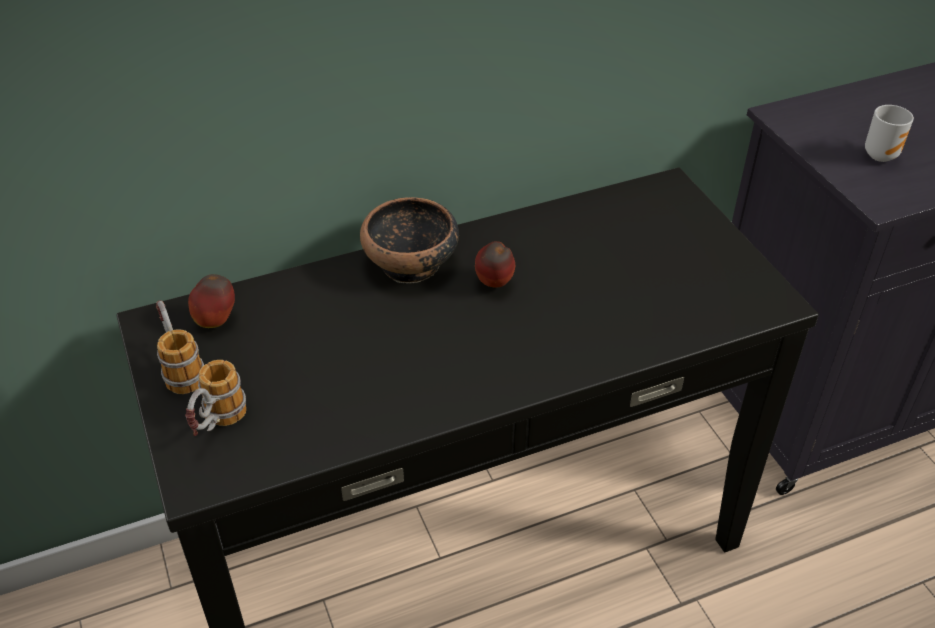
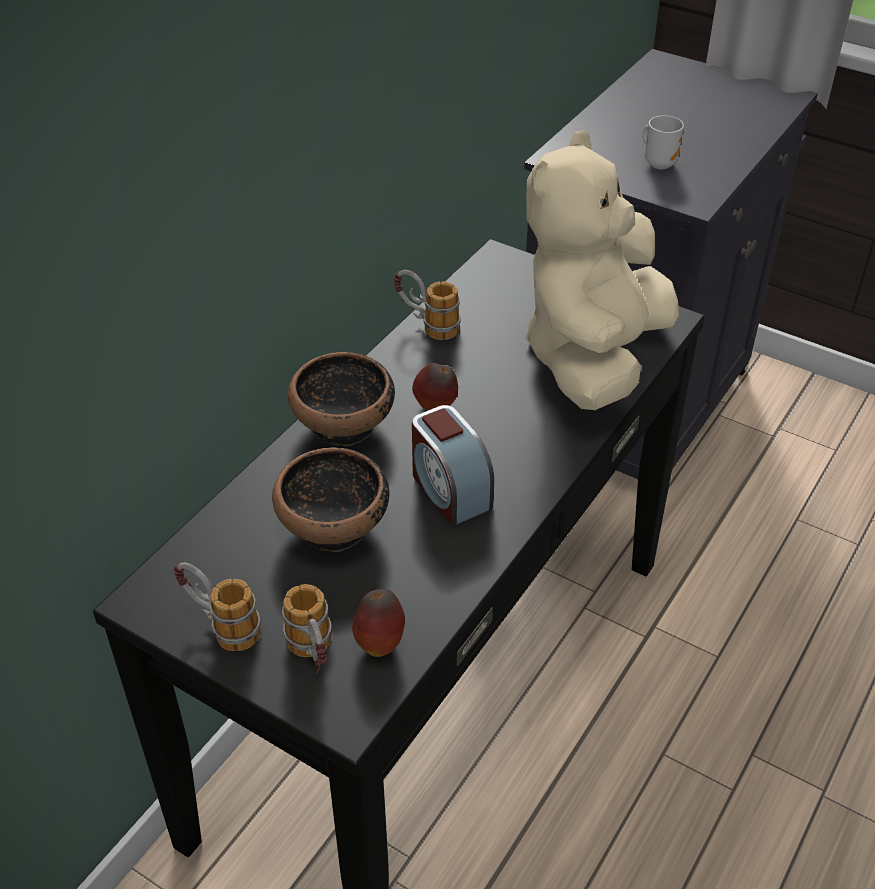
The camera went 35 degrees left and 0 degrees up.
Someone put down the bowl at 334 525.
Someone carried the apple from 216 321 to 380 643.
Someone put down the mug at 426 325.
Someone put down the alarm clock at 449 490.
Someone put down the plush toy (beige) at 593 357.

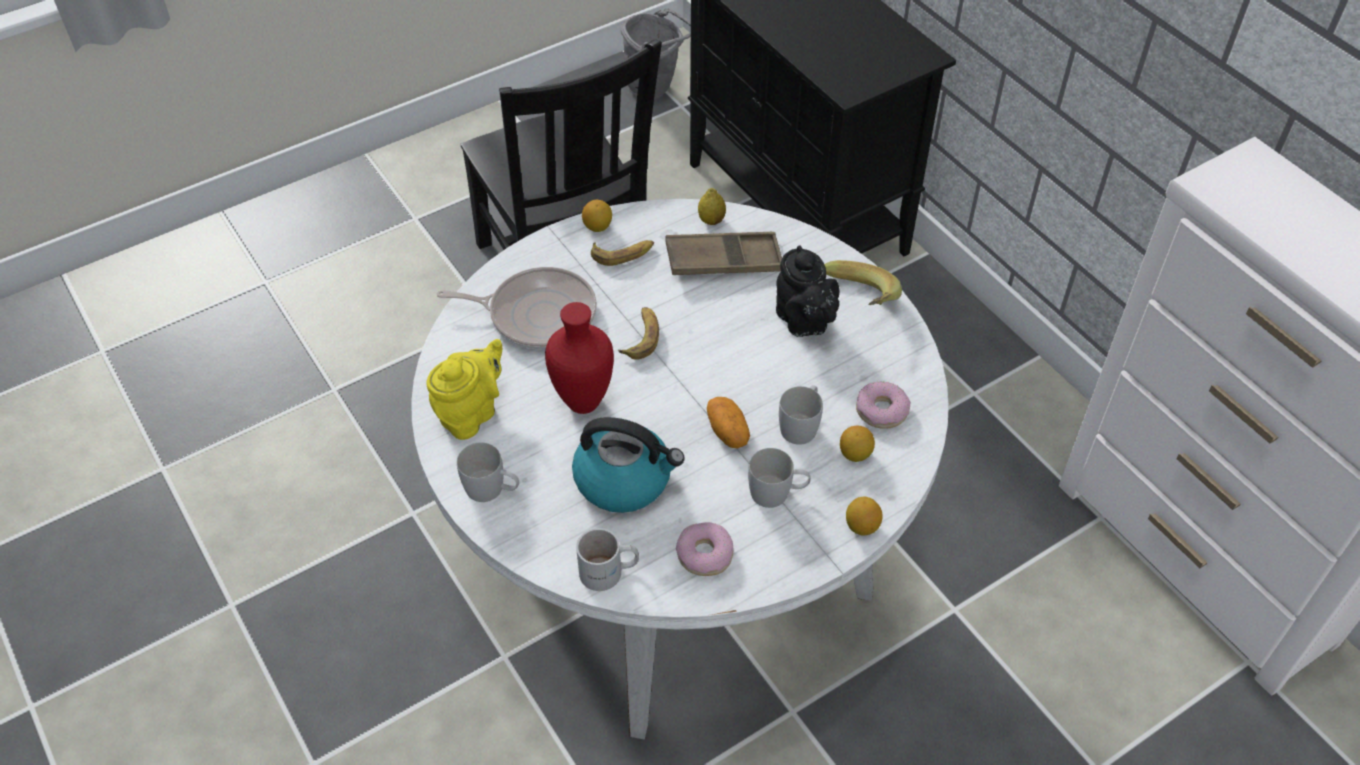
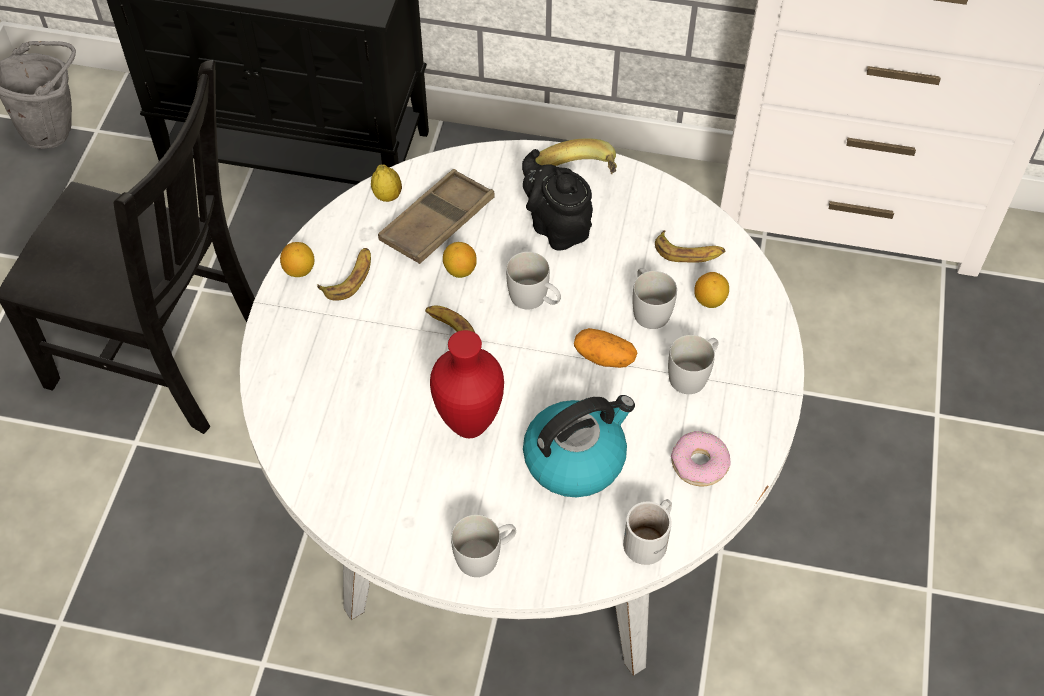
The camera went 45 degrees left and 5 degrees up.
Someone carried the lemon from 861 526 to 460 270.
Someone put down the mug (white) at 534 299.
Someone rotated the teapot (black) at 804 322 by 150 degrees counterclockwise.
Someone swapped the donut at 882 410 for the banana at 689 252.
Someone took away the teapot (yellow) at 471 413.
Someone took away the frying pan at 537 314.

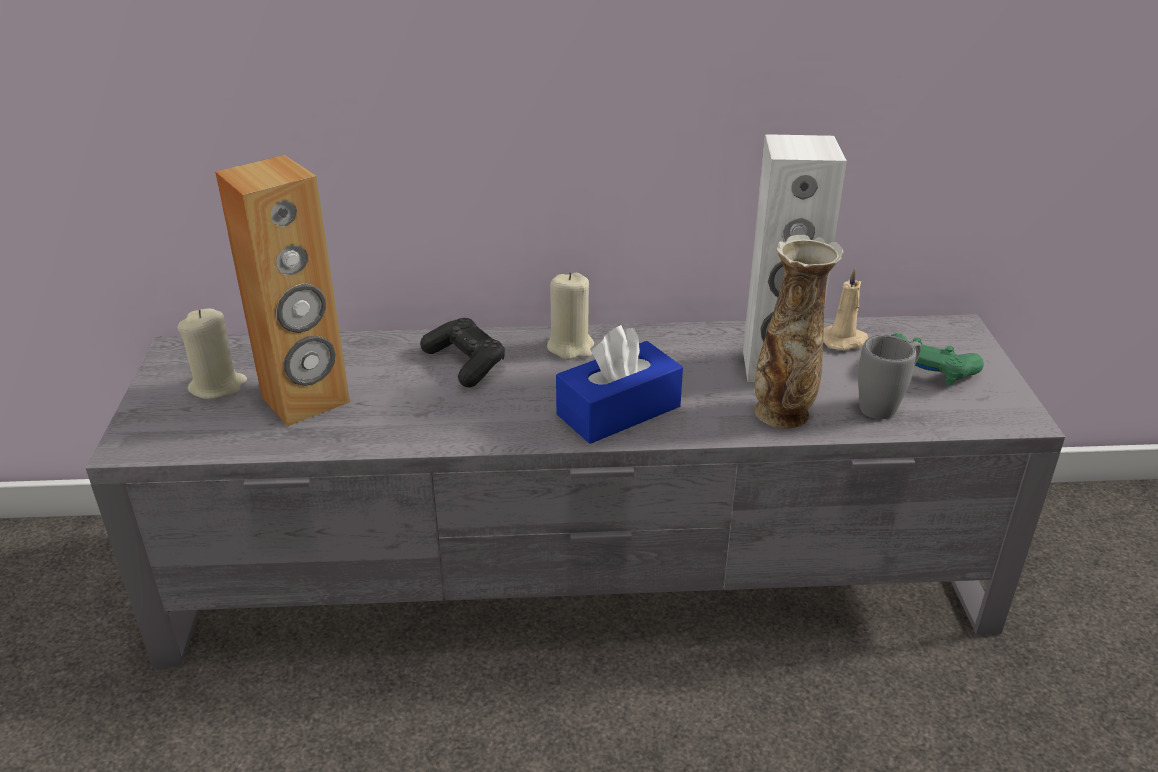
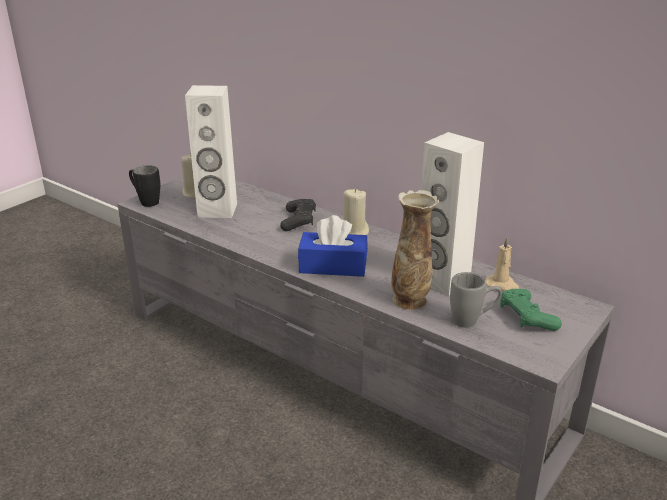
The camera went 40 degrees right and 5 degrees down.
Someone put down the mug (black) at 145 201.
Someone repainted the speaker (brown) at 306 400, which became the speaker (white) at 217 211.

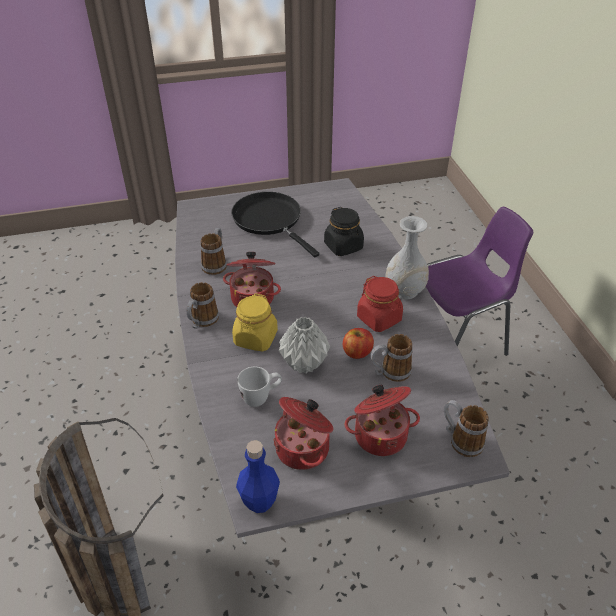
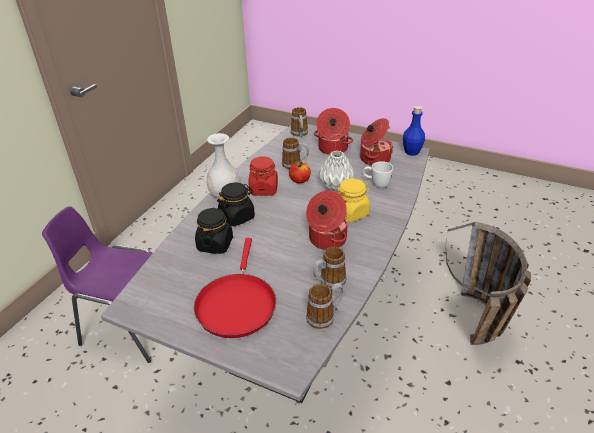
The camera went 140 degrees left and 5 degrees down.
Someone repainted the frying pan (black) at 270 220, which became the frying pan (red) at 236 304.
Someone put down the jar (black) at 237 217.
Someone carried the mug from 202 322 to 325 316.

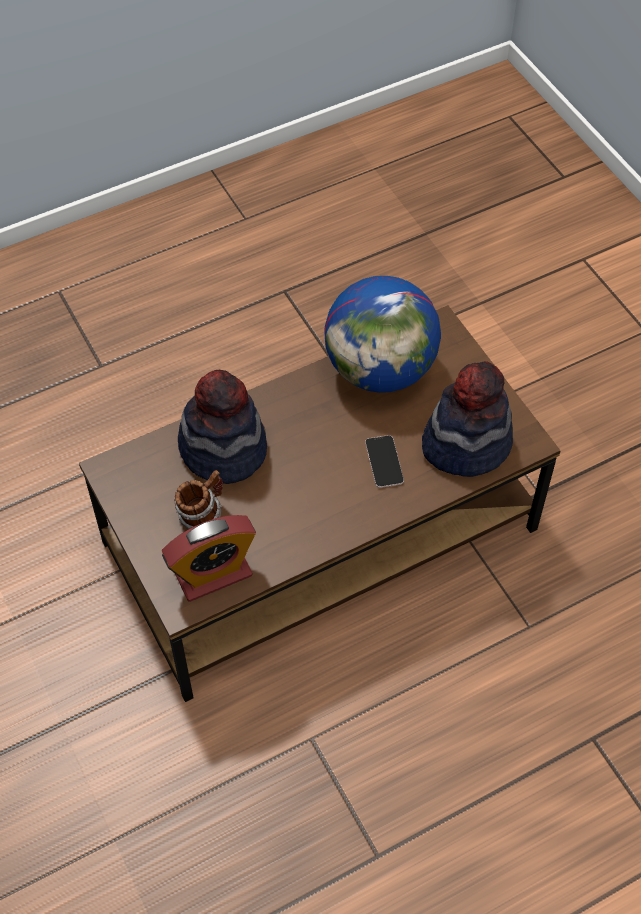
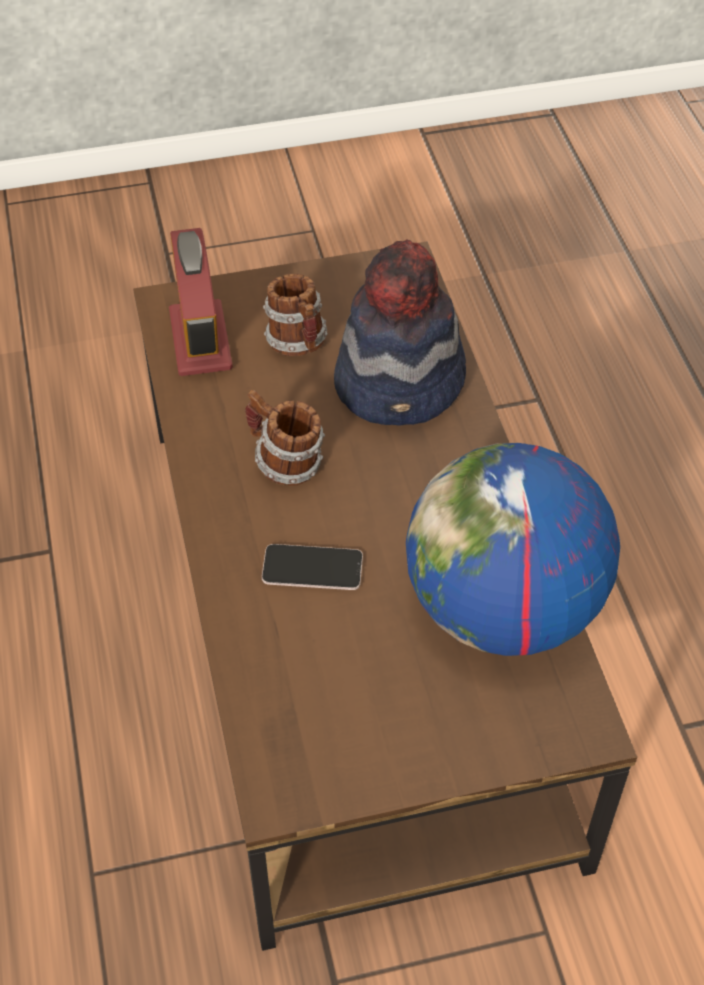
The camera went 105 degrees right and 5 degrees down.
Someone put down the mug at 285 464.
Someone took away the hat at 466 443.

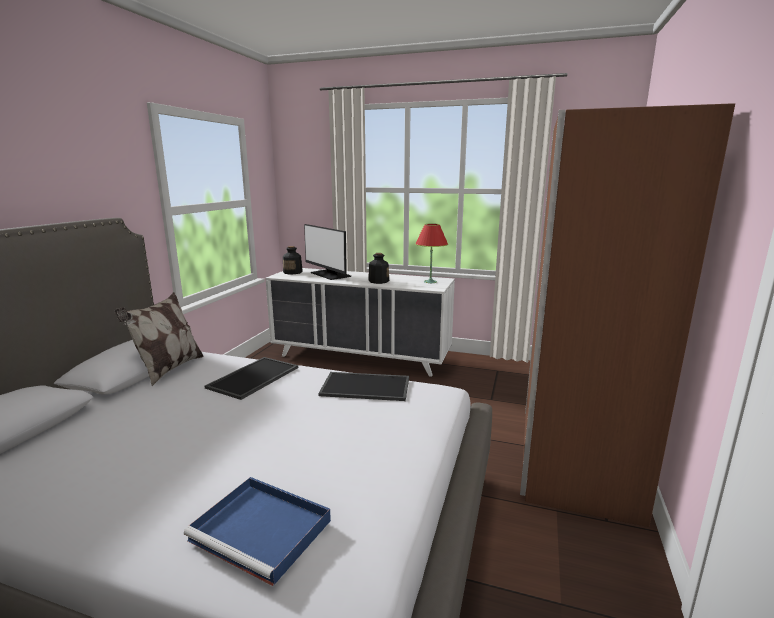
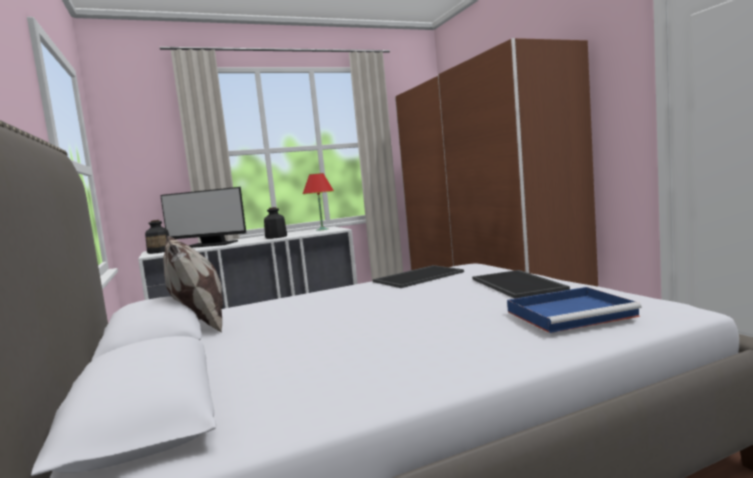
The camera went 40 degrees left and 10 degrees down.
Someone carried the tray from 254 378 to 519 284.

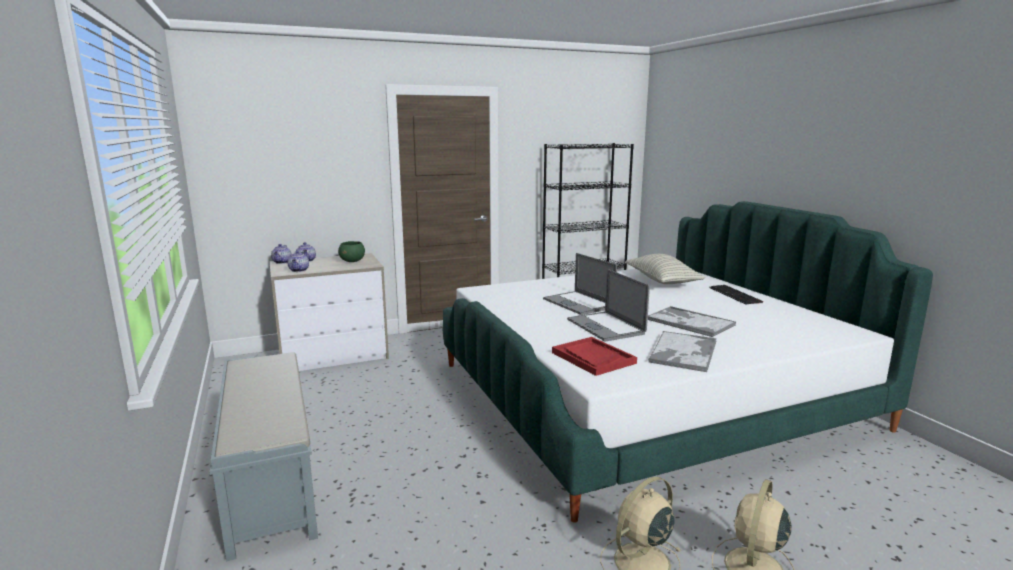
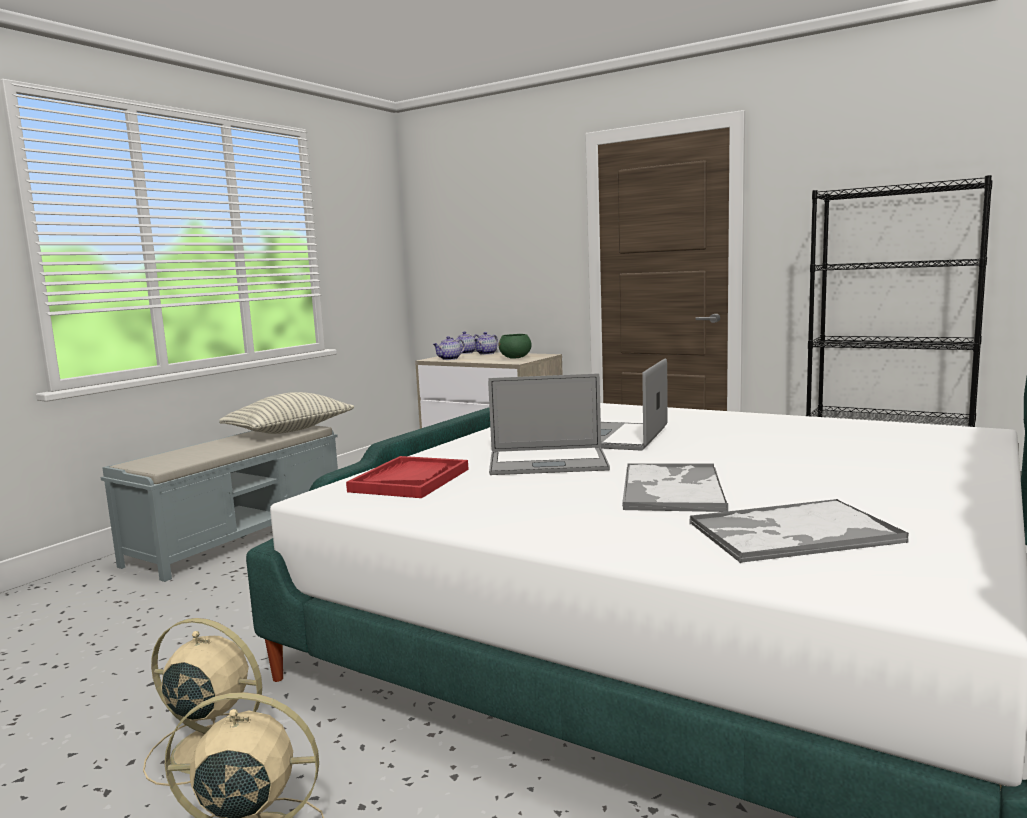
The camera went 55 degrees right and 5 degrees down.
Someone carried the pillow from 662 281 to 290 430.
Someone rotated the laptop at 605 326 by 120 degrees counterclockwise.
Someone carried the tray from 683 352 to 791 533.
Someone took away the keyboard at 736 295.

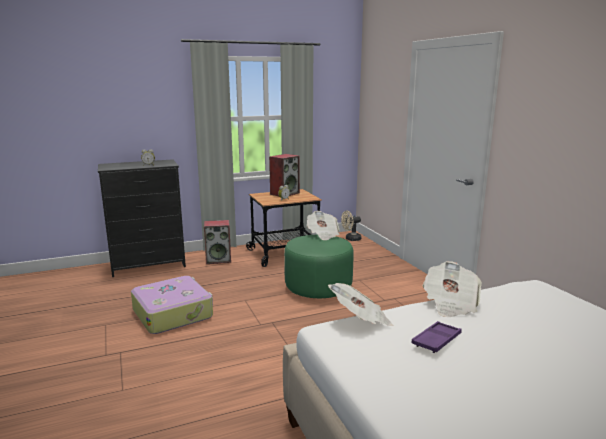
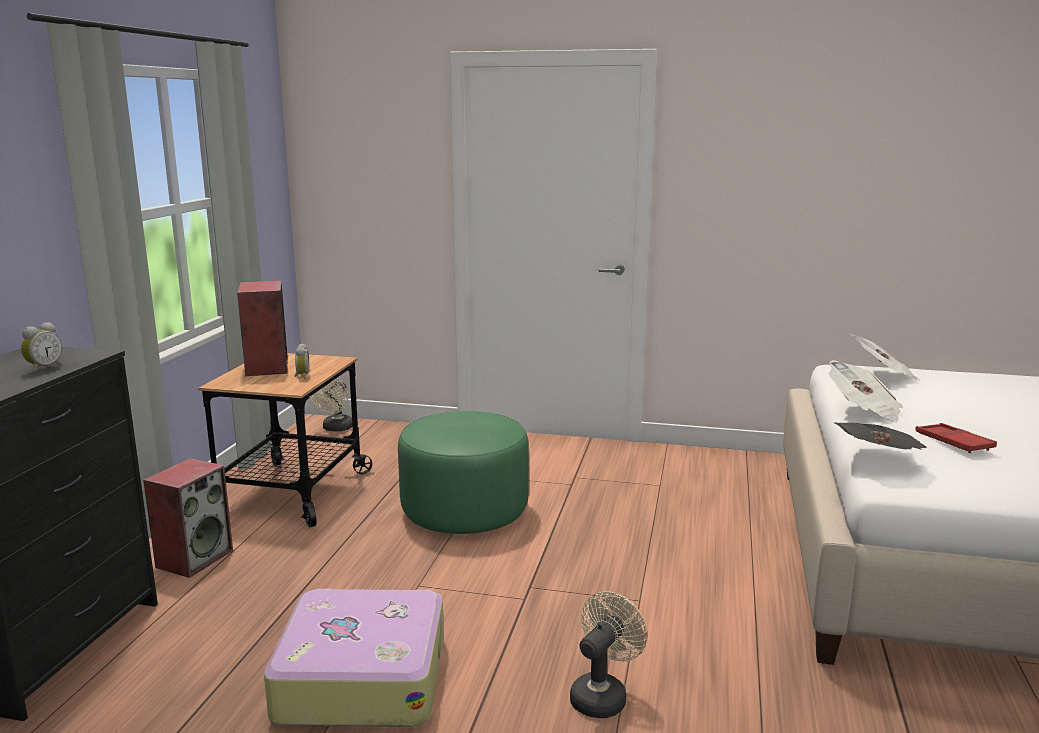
The camera went 55 degrees left and 0 degrees up.
Someone put down the fan (beige) at 602 695.
Someone carried the newspaper from 323 234 to 883 375.
Someone repainted the tray (purple) at 436 340, which became the tray (red) at 953 443.

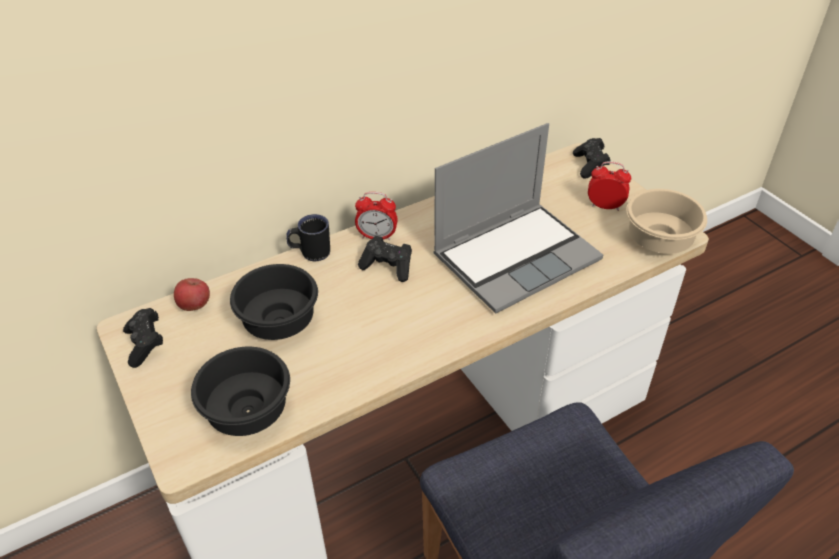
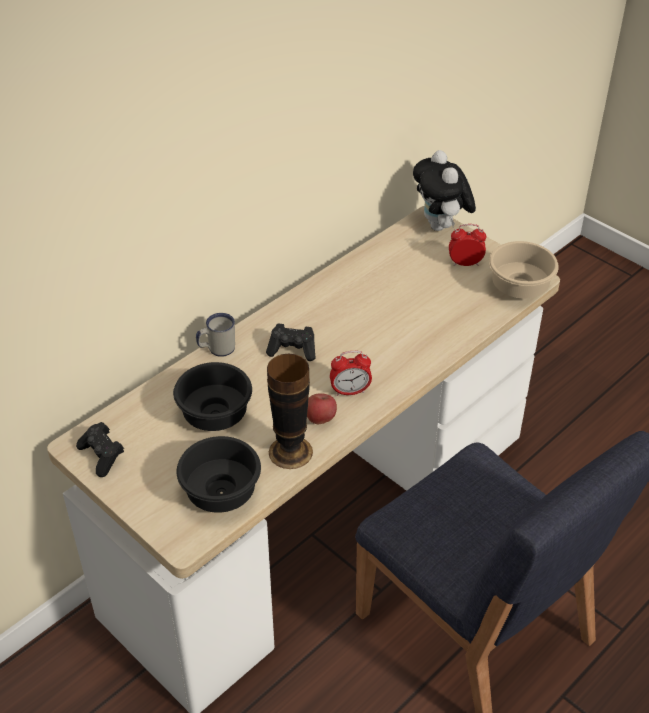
The camera went 15 degrees left and 0 degrees up.
Someone repainted the mug (black) at 310 253, which became the mug (white) at 216 349.
Someone put down the vase at 290 452.
Someone carried the apple from 194 305 to 320 419.
Someone carried the alarm clock from 377 236 to 350 391.
Someone swapped the game controller (black) at 590 166 for the plush toy at 441 227.
Someone took away the laptop at 516 256.

